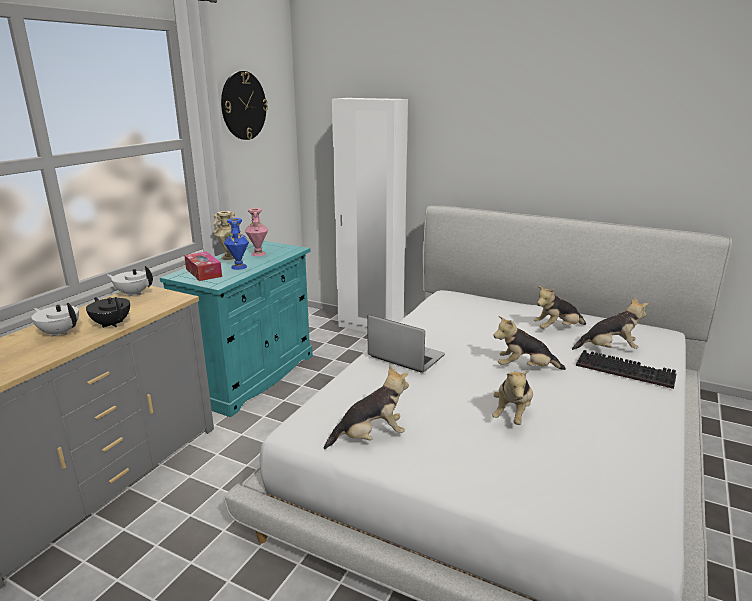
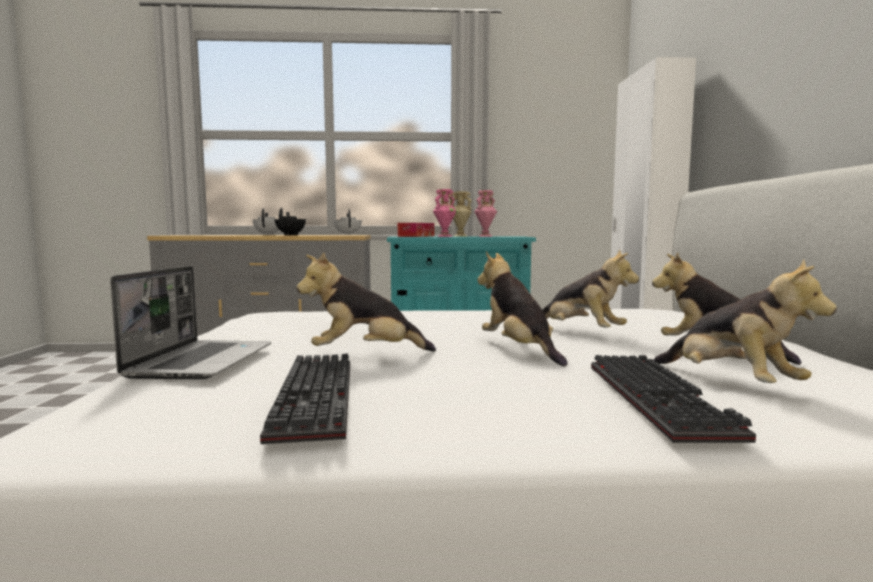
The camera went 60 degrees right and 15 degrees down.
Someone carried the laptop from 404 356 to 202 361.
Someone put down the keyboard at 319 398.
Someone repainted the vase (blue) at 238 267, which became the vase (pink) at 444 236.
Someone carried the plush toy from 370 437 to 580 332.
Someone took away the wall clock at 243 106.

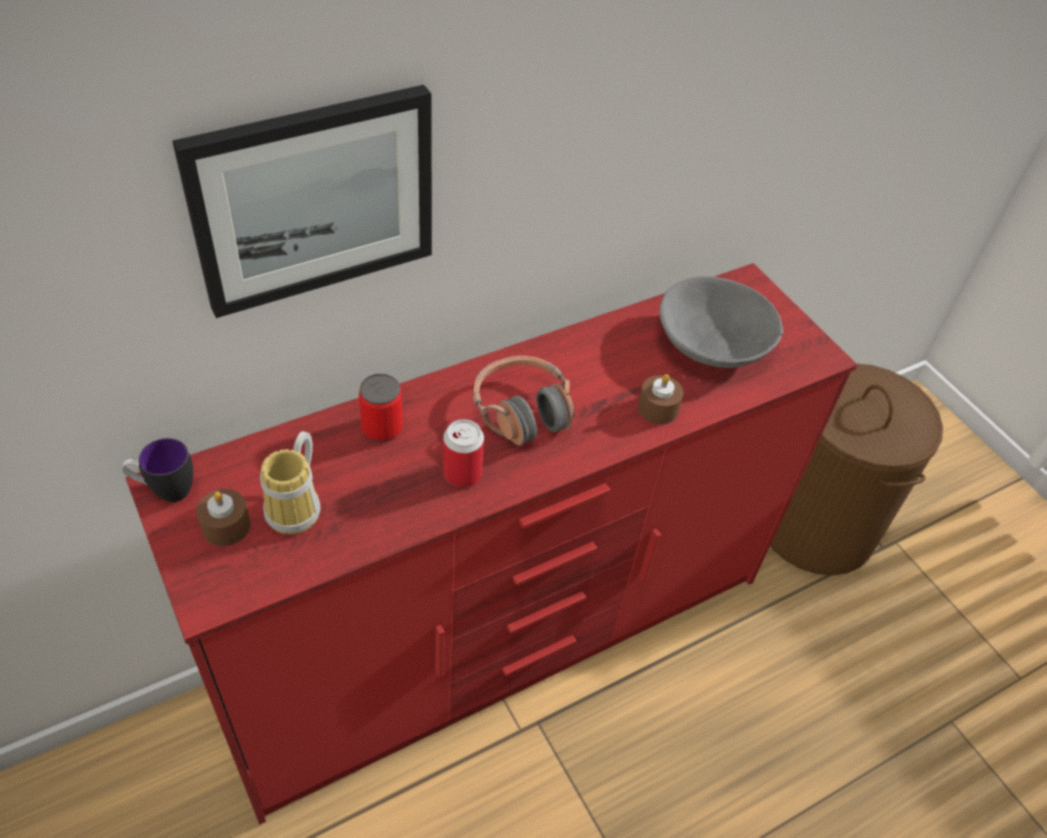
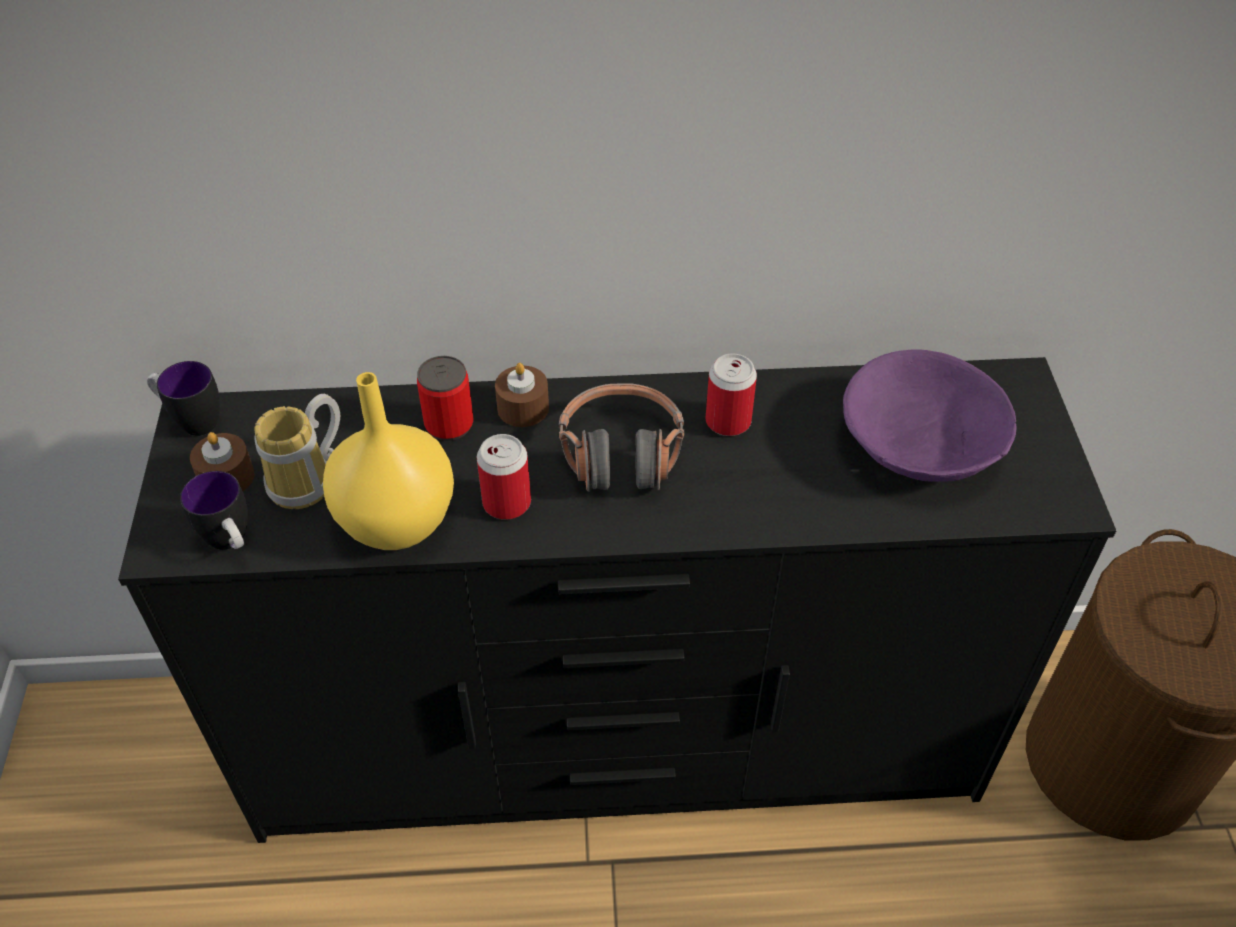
The camera went 30 degrees right and 0 degrees up.
Someone repainted the dresser (red) at 502 637, which became the dresser (black) at 620 745.
Someone put down the mug at 231 543.
Someone put down the vase (yellow) at 394 522.
Someone carried the candle (brown) from 658 408 to 523 408.
Someone put down the can at 728 421.
Someone repainted the bowl (grey) at 711 343, which became the bowl (purple) at 918 442.
Someone took away the picture at 314 199.

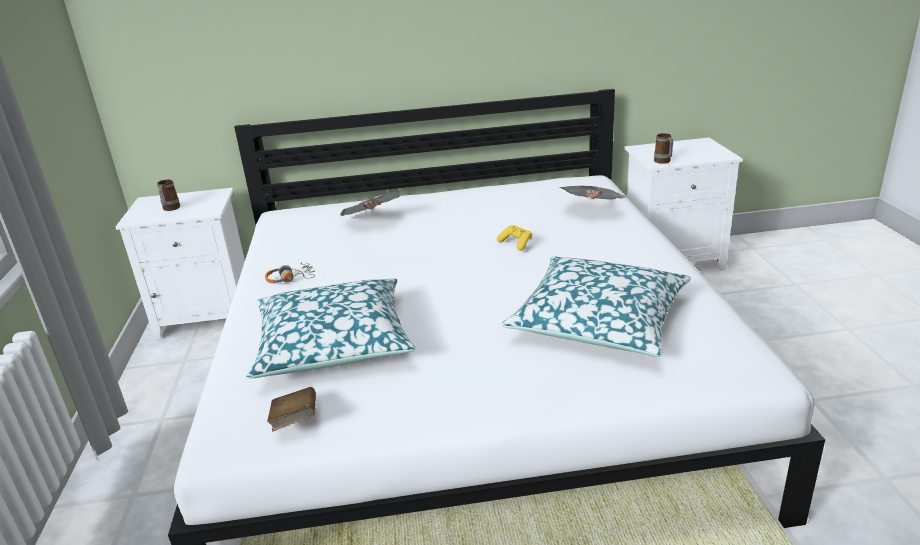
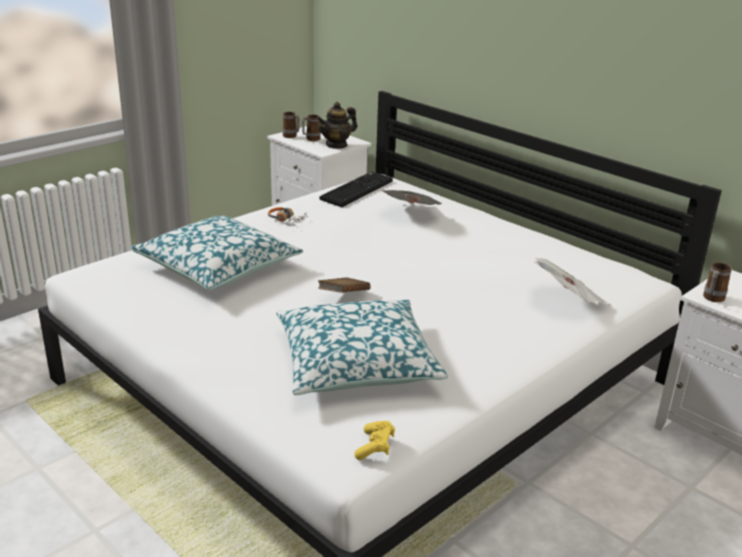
The camera went 50 degrees right and 0 degrees up.
Someone put down the mug at 291 137.
Someone put down the teapot at 336 145.
Someone carried the book (brown) from 295 421 to 343 296.
Someone put down the keyboard at 356 190.
Someone carried the game controller (yellow) from 516 243 to 375 447.

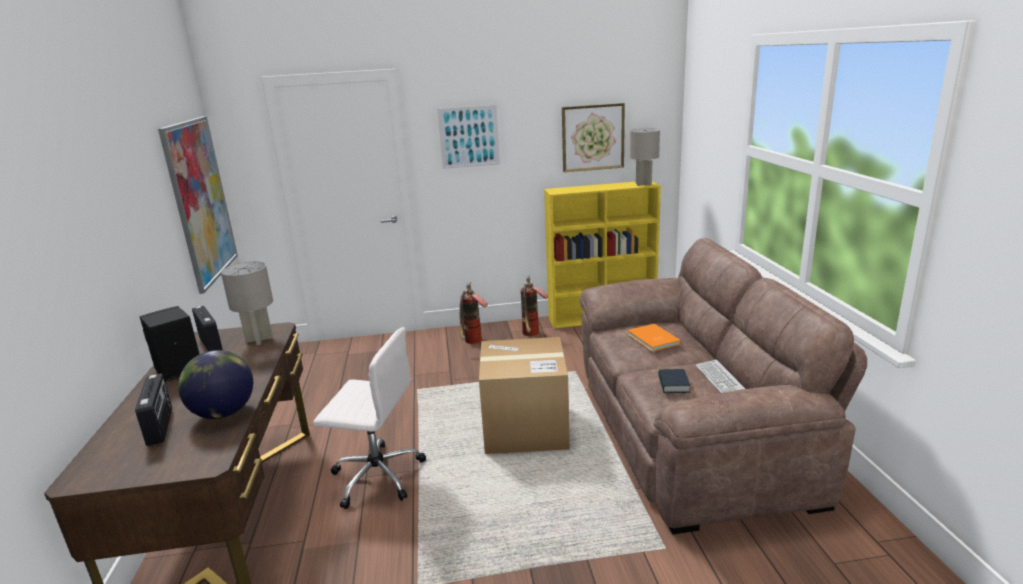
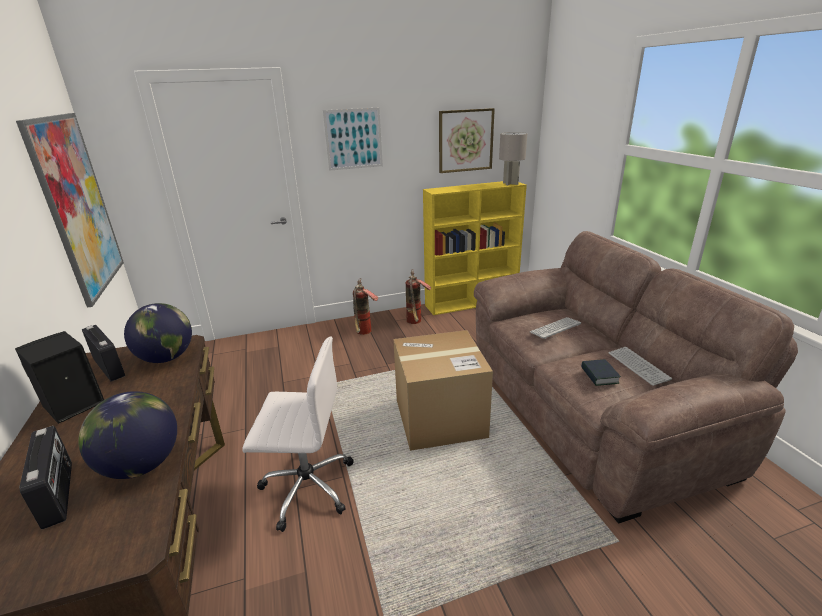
The camera went 10 degrees left and 5 degrees up.
Someone swapped the table lamp (grey) at 259 339 for the globe at 167 358.
Someone swapped the book (orange) at 652 339 for the keyboard at 555 328.

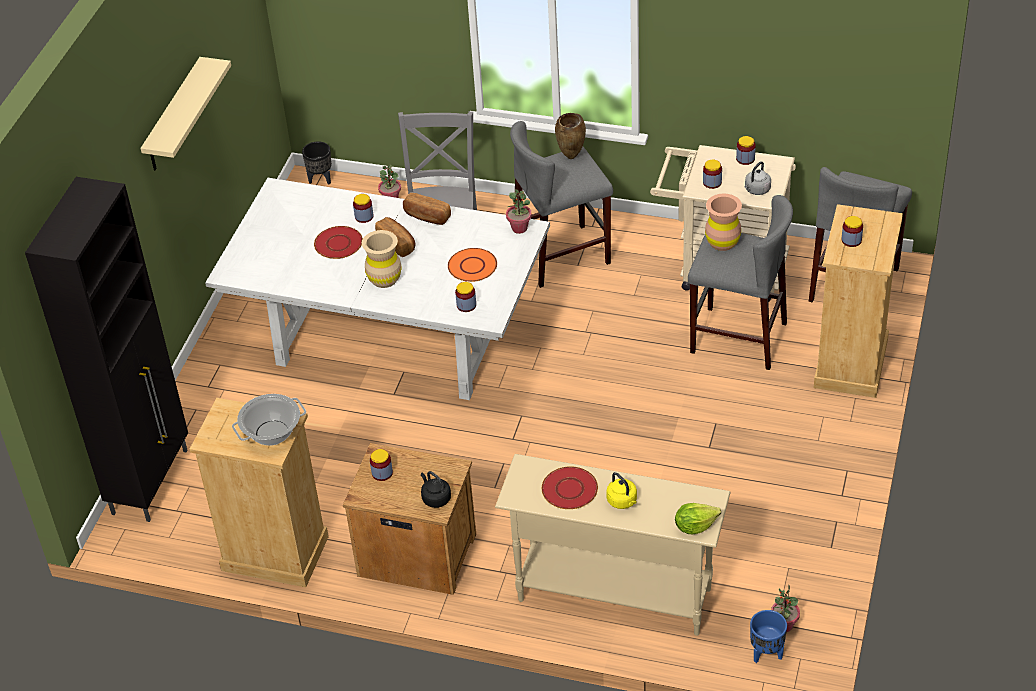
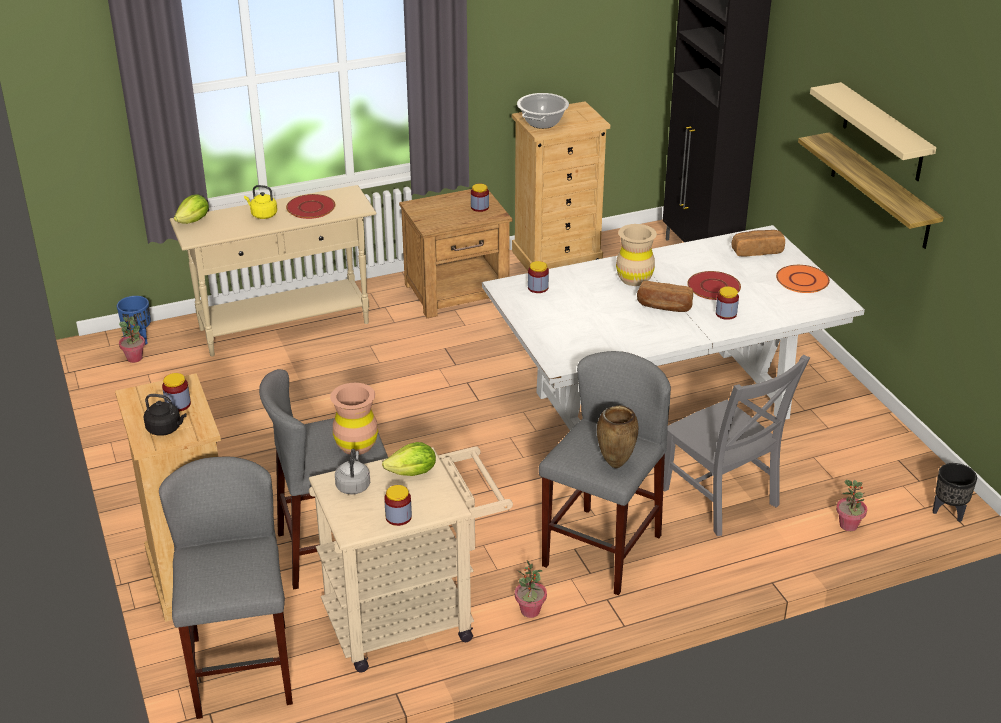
The camera went 140 degrees right and 10 degrees down.
Someone carried the kettle (black) from 435 498 to 166 429.
Someone swapped the jar at 712 182 for the lettuce at 413 473.
Someone carried the potted plant from 519 228 to 530 611.
Someone carried the bread from 427 217 to 757 251.
Someone carried the plate (orange) from 472 266 to 802 280.
Someone put up the shelf at 880 191.

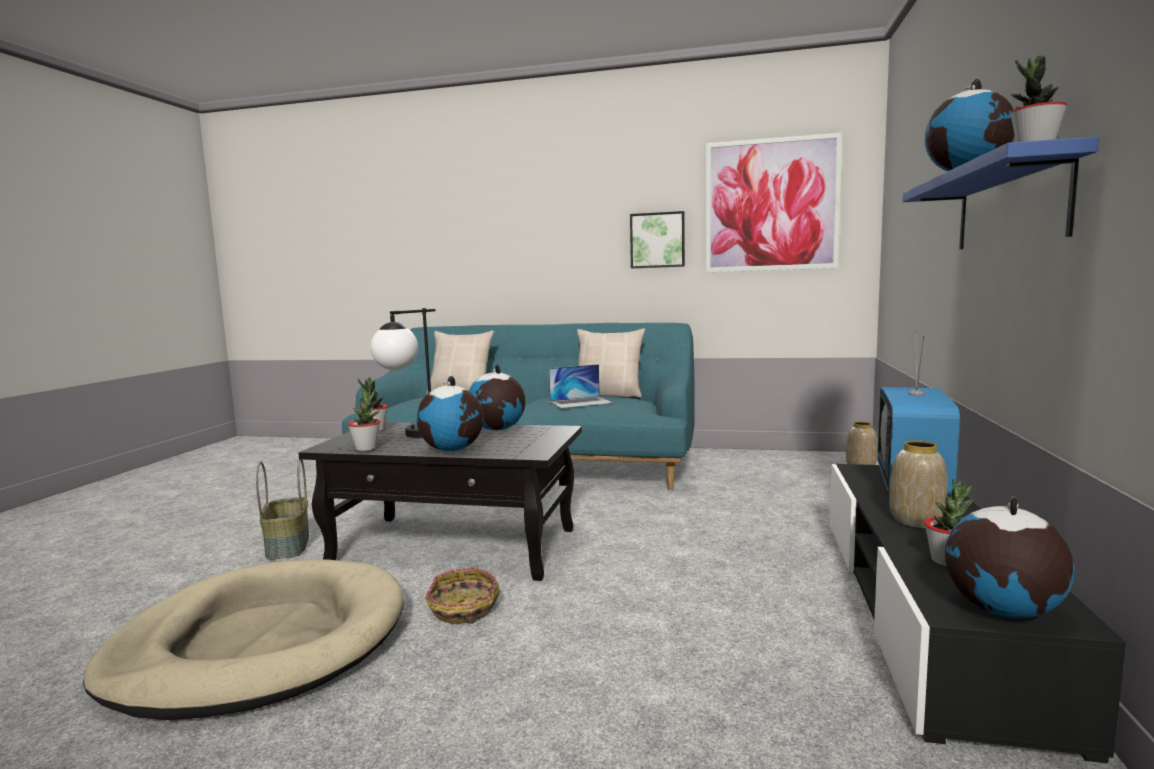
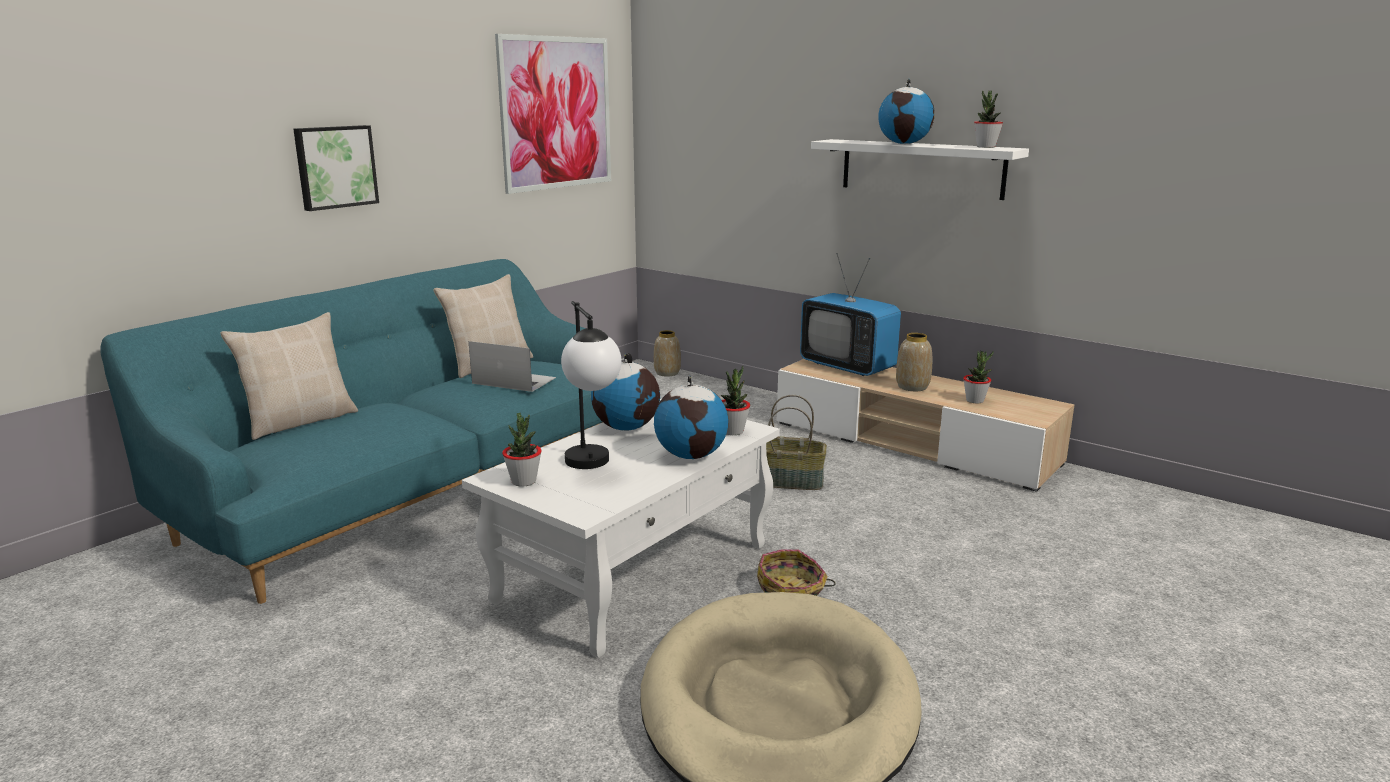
The camera went 65 degrees left and 10 degrees up.
Someone carried the picture from 657 240 to 335 167.
Someone repainted the coffee table (black) at 456 546, which became the coffee table (white) at 635 571.
Someone rotated the laptop at 580 402 by 75 degrees counterclockwise.
Someone carried the potted plant from 366 448 to 733 431.
Someone carried the basket from 289 545 to 791 481.
Someone repainted the tv stand (black) at 925 609, which became the tv stand (beige) at 913 443.
Someone repainted the shelf (blue) at 1008 207, which became the shelf (white) at 921 168.
Someone took away the globe at 1002 611.

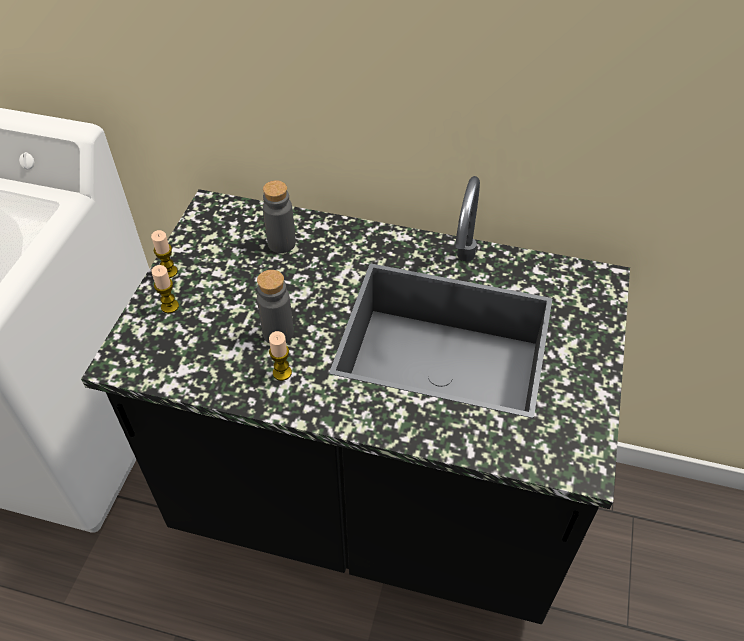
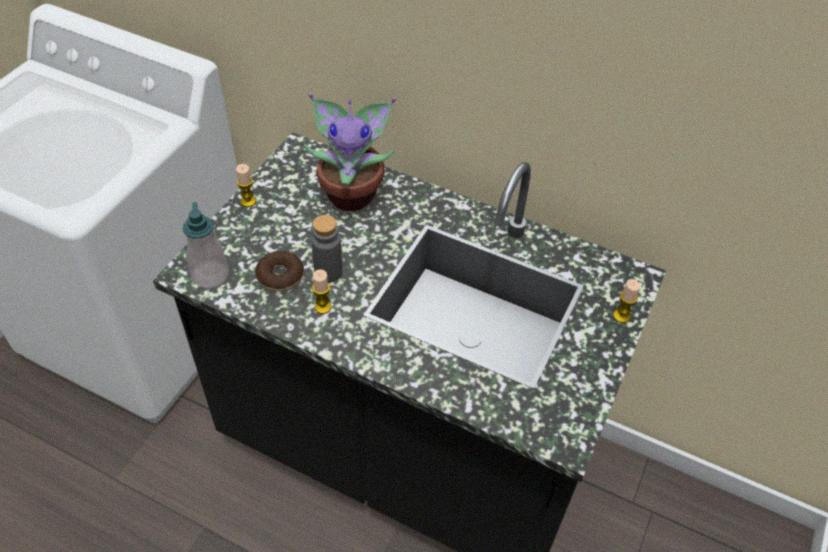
The camera went 10 degrees right and 0 degrees up.
Someone put down the soap dispenser at 210 275.
Someone put down the donut at 280 276.
Someone swapped the bottle (grey) at 281 243 for the potted plant at 352 193.
Someone carried the candle from 170 306 to 621 316.

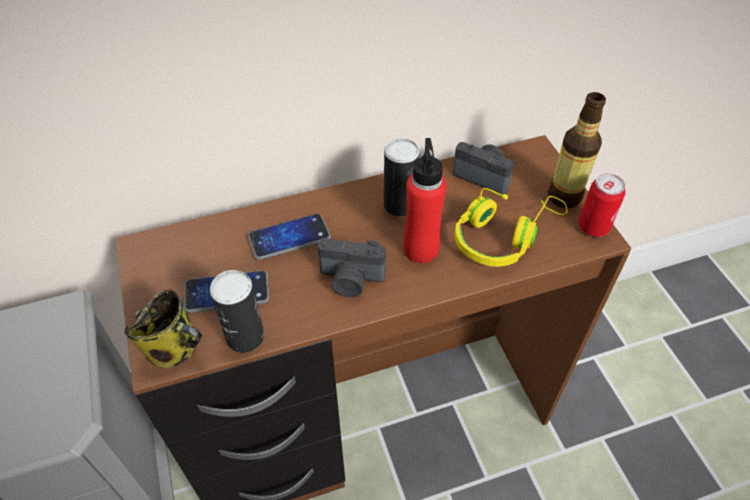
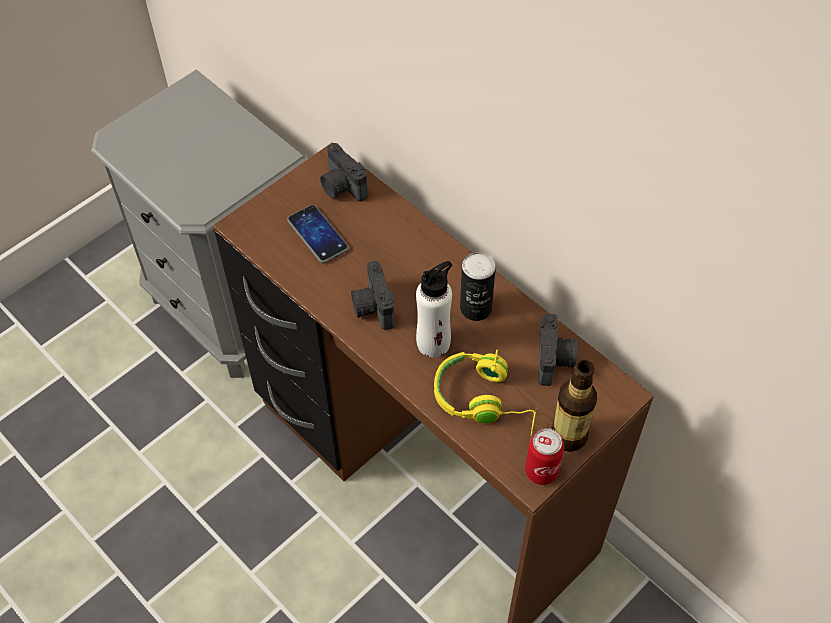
The camera went 65 degrees right and 5 degrees up.
Someone put down the photo camera at 341 187.
Someone repainted the bottle (red) at 421 249, which became the bottle (white) at 433 343.
Someone took away the mug at 175 349.
Someone took away the can at 245 337.
Someone took away the phone at 289 237.

